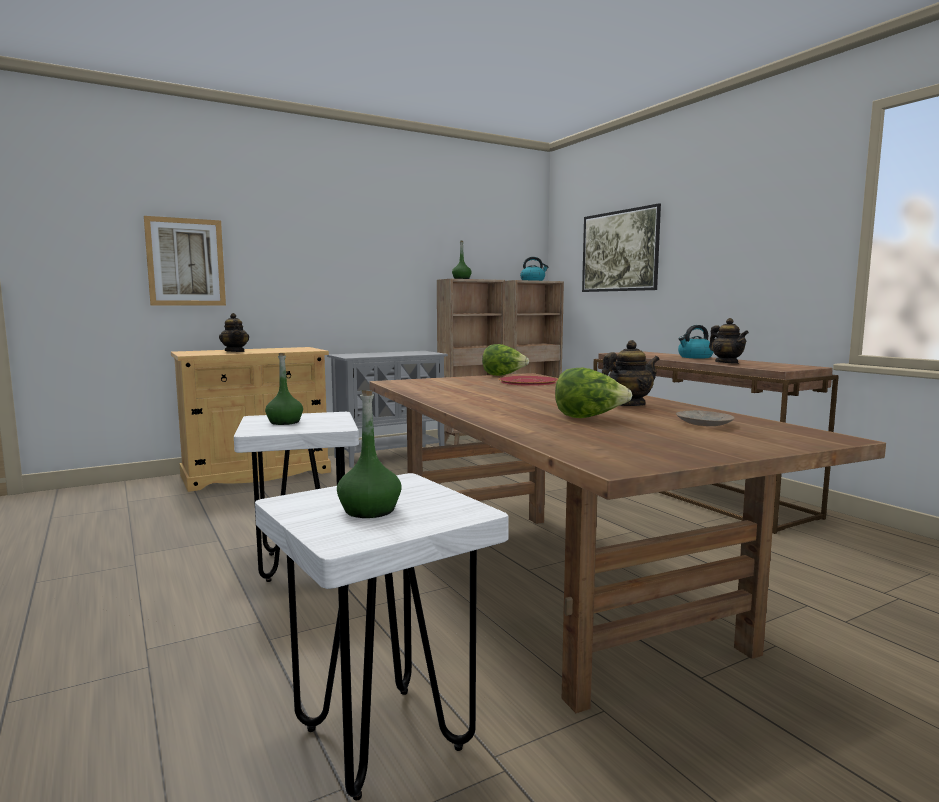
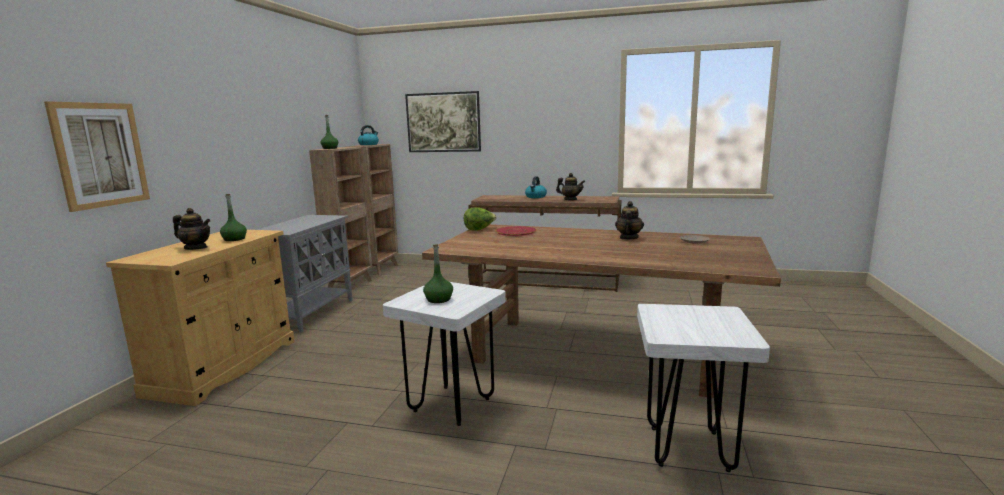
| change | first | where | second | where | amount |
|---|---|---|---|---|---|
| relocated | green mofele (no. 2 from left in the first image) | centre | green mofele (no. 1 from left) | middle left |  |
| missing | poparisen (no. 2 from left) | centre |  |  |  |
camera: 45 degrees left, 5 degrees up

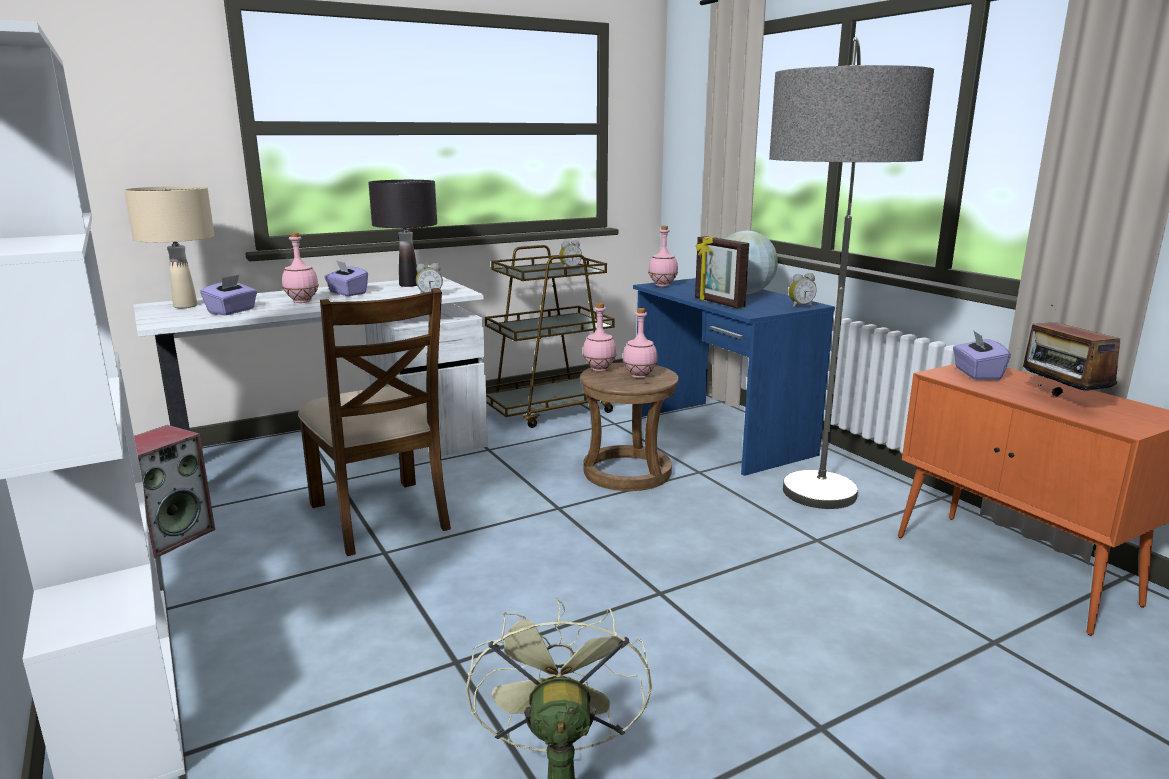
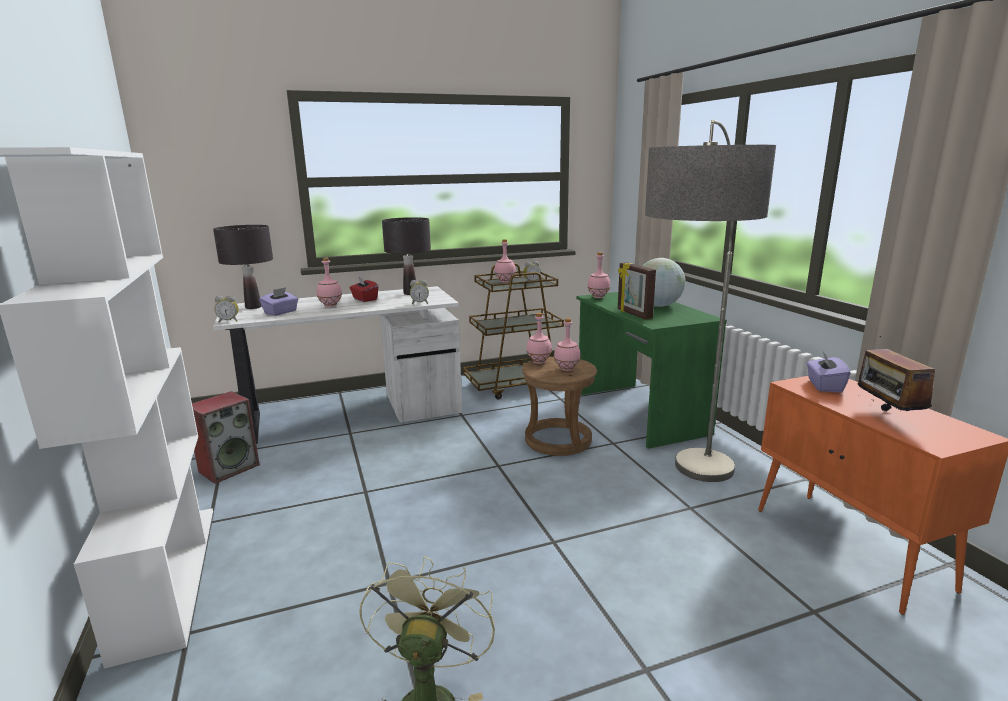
| change | first | where | second | where | amount |
|---|---|---|---|---|---|
| colour | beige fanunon | top left | black fanunon (no. 1 from left) | middle left |  |
| missing | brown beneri | middle left |  |  |  |
| colour | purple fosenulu (no. 2 from left) | middle left | red fosenulu | centre |  |
| colour | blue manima | centre | green manima | centre |  |
| relocated | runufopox (no. 3 from left in the first image) | middle right | runufopox (no. 1 from left) | middle left |  |
| appeared |  |  | pink mofele (no. 2 from left) | centre |  |
camera: 10 degrees right, 0 degrees up

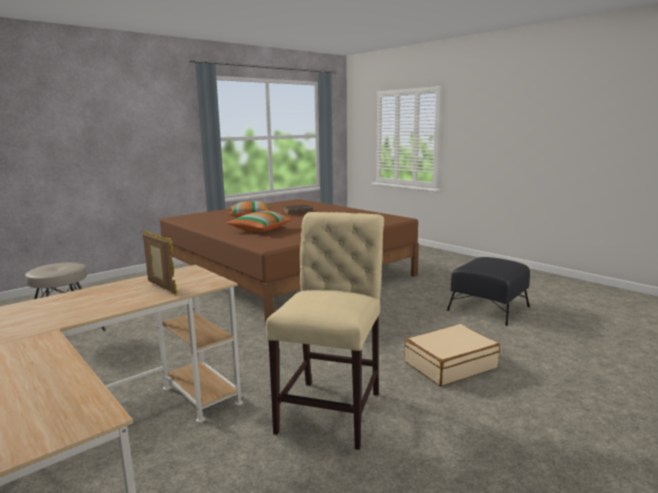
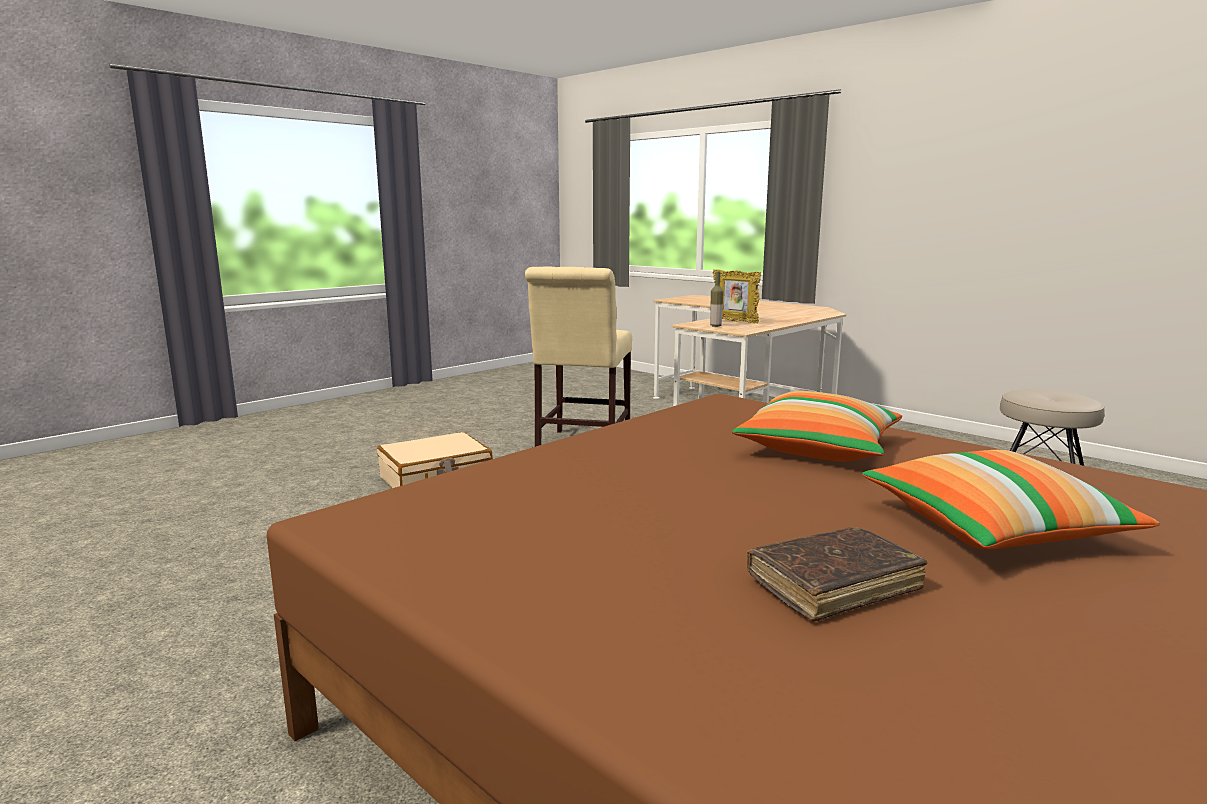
| change | first | where | second | where | amount |
|---|---|---|---|---|---|
| missing | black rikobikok | middle right |  |  |  |
| appeared |  |  | mofele | centre |  |
camera: 175 degrees right, 0 degrees up

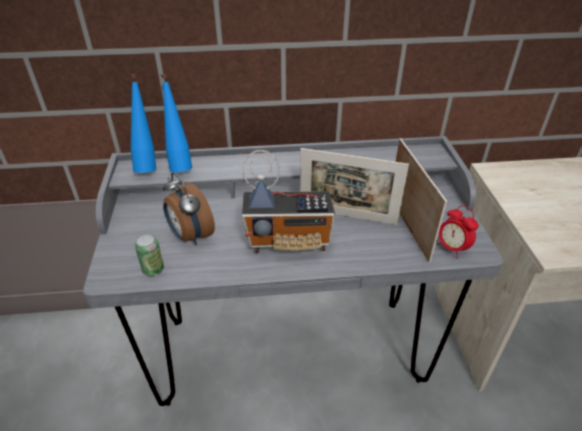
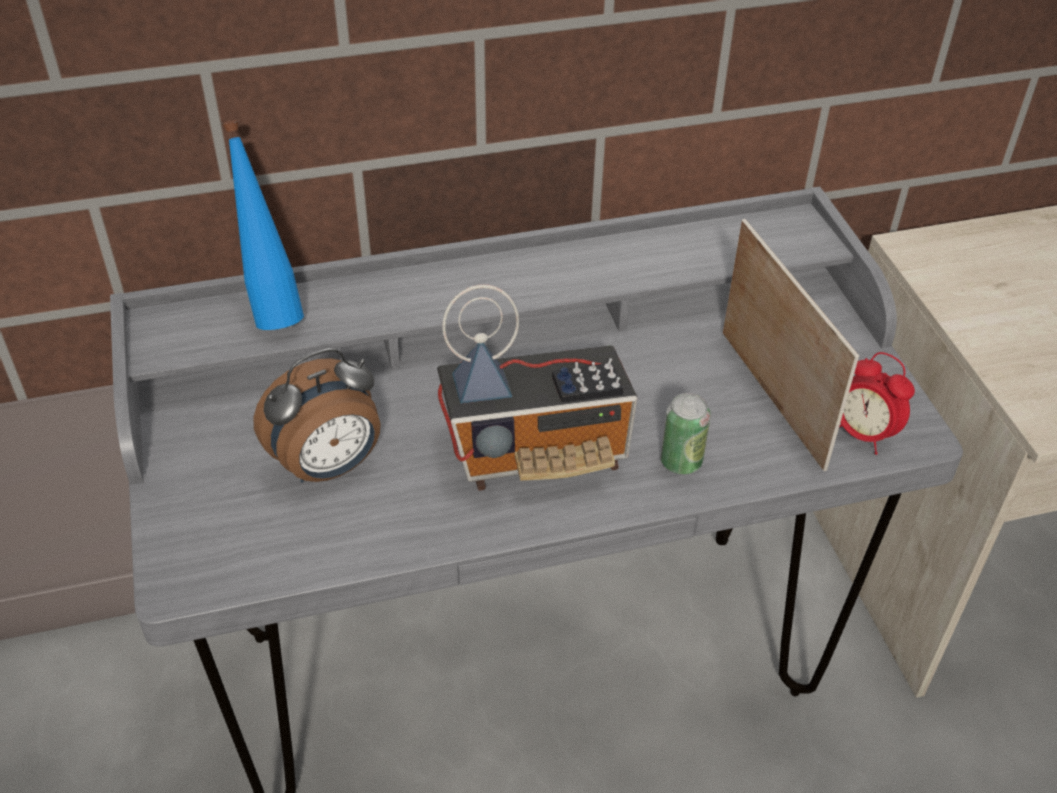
| change | first | where | second | where | amount |
|---|---|---|---|---|---|
| missing | blue mofele (no. 1 from left) | top left |  |  |  |
| relocated | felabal | middle left |  | centre |  |
| spun | runufopox (no. 1 from left) | middle left |  | middle left | 75 degrees counterclockwise |
| missing | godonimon (no. 1 from left) | centre |  |  |  |
camera: 10 degrees left, 5 degrees up

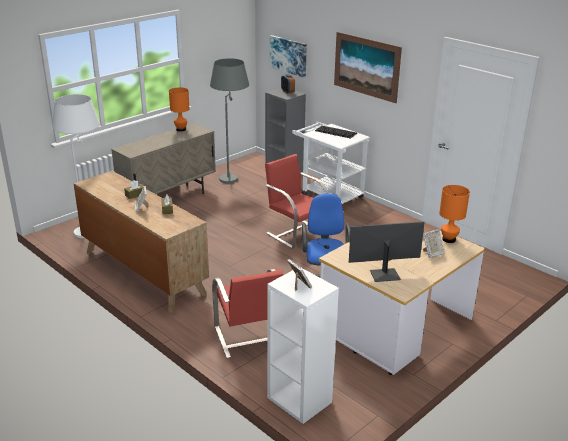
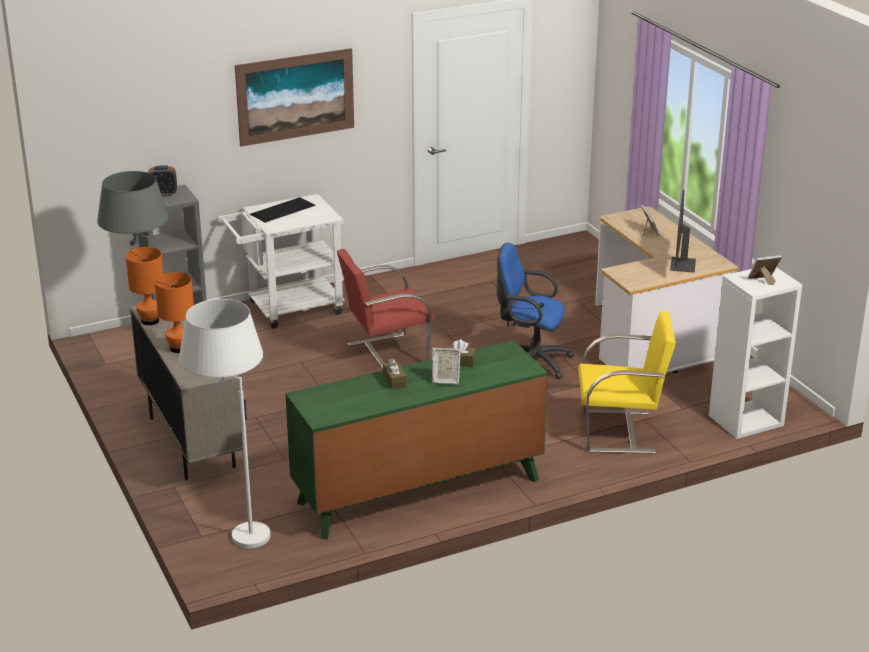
| change | first | where | second | where | amount |
|---|---|---|---|---|---|
| colour | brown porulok | middle left | green porulok | bottom centre |  |
| colour | red beneri (no. 1 from left) | bottom centre | yellow beneri | middle right |  |
| missing | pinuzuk (no. 1 from left) | top centre |  |  |  |
| relocated | orange fanunon (no. 2 from left) | middle right |  | middle left |  |
camera: 70 degrees left, 0 degrees up

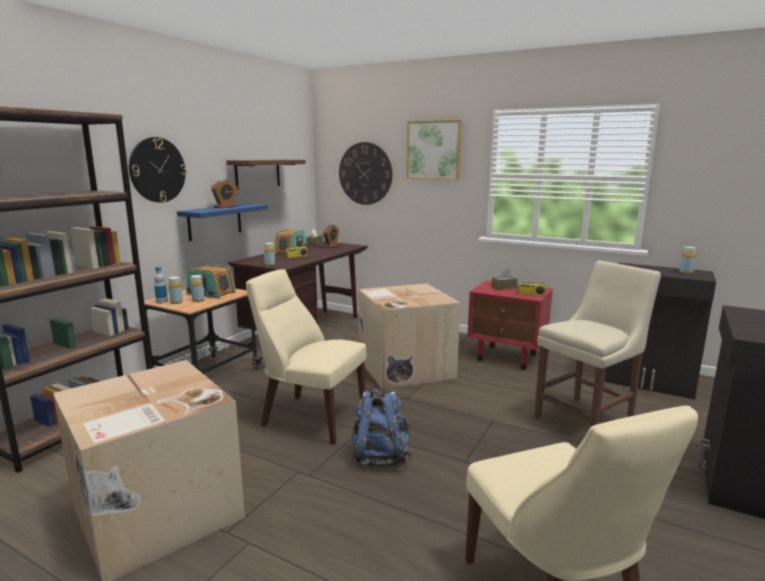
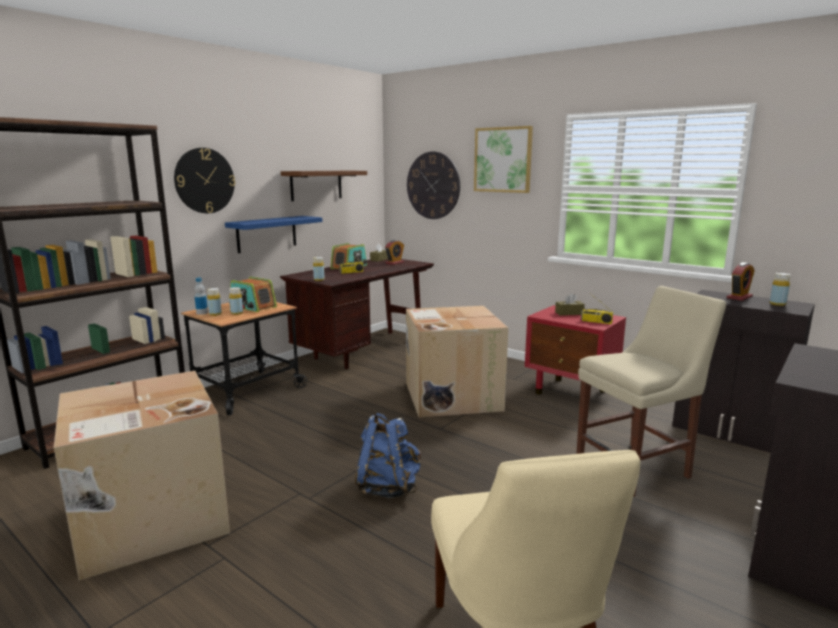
| change | first | where | second | where | amount |
|---|---|---|---|---|---|
| relocated | runufopox (no. 1 from left in the first image) | middle left | runufopox (no. 2 from left) | middle right |  |
| missing | beige beneri (no. 1 from left) | centre |  |  |  |
camera: 10 degrees right, 0 degrees up

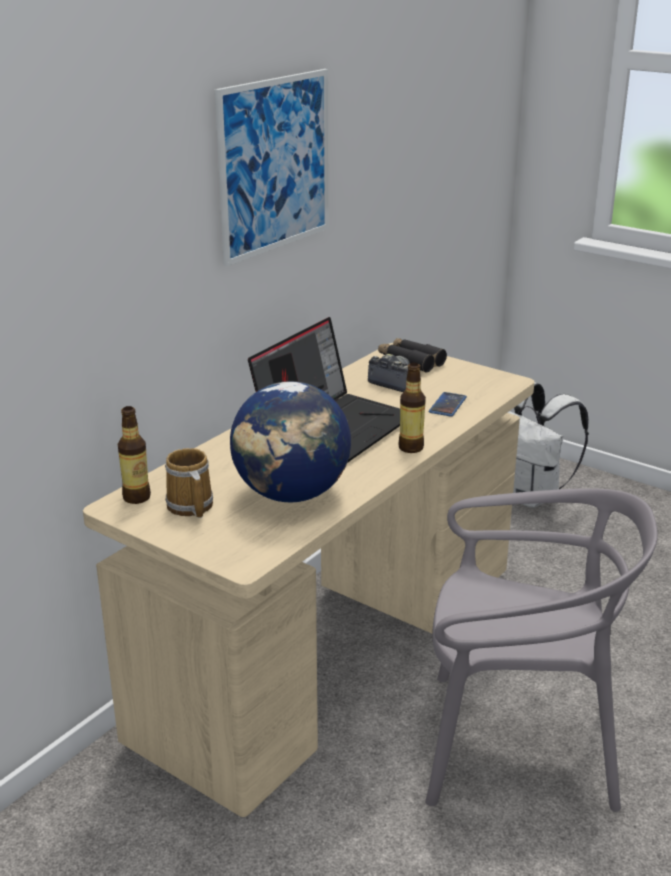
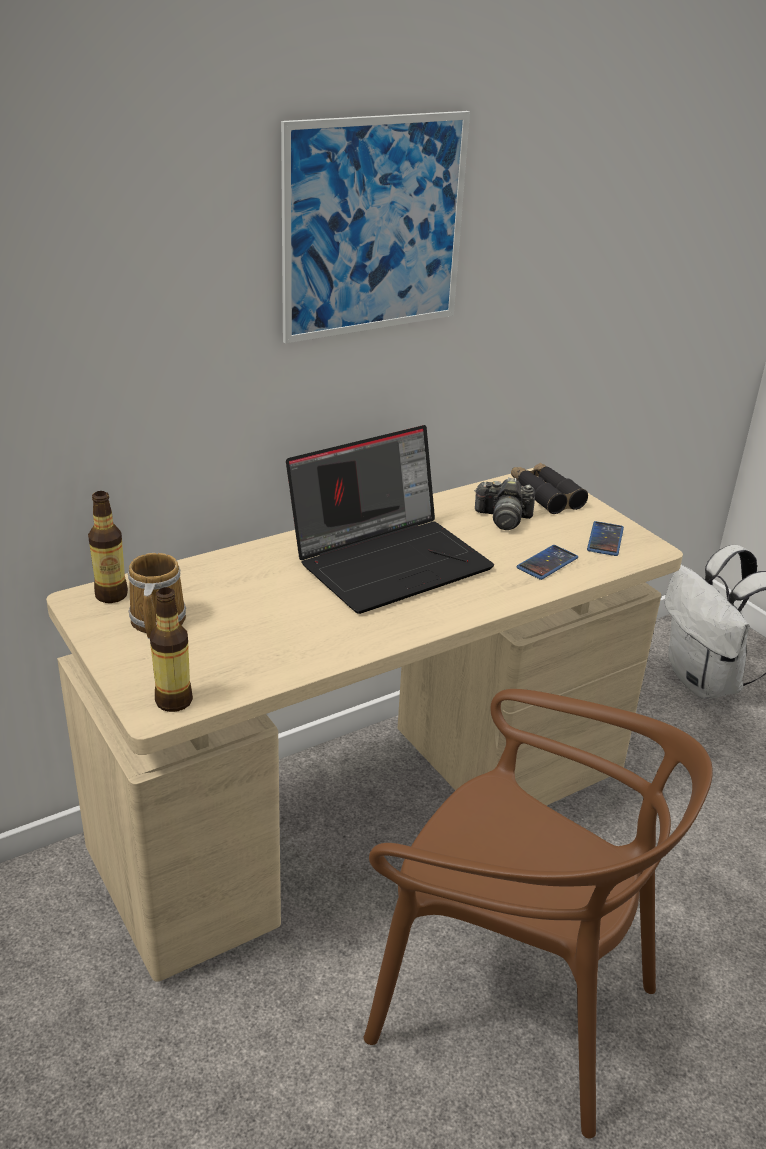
| change | first | where | second | where | amount |
|---|---|---|---|---|---|
| missing | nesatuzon | centre |  |  |  |
| spun | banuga | centre |  | centre | 135 degrees clockwise |
| relocated | mofele (no. 2 from left) | centre |  | middle left |  |
| colour | grey beneri | bottom right | brown beneri | bottom right |  |
| appeared |  |  | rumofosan (no. 2 from left) | middle right |  |
camera: 20 degrees right, 5 degrees up

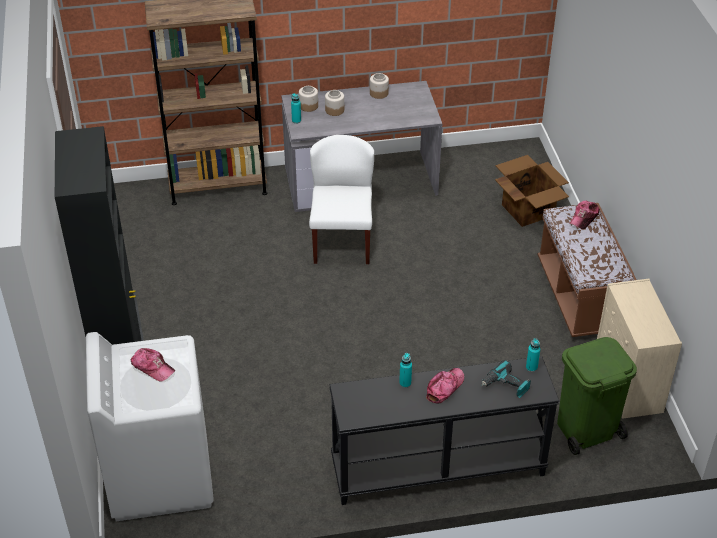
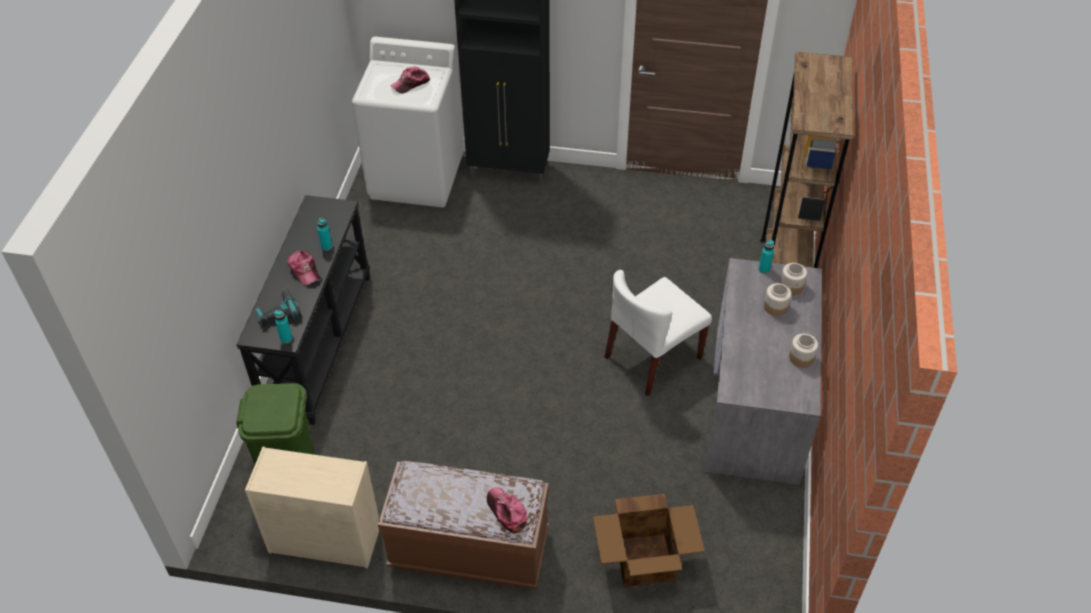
| change | first | where | second | where | amount |
|---|---|---|---|---|---|
| spun | white beneri | centre |  | centre | 120 degrees clockwise |
camera: 110 degrees right, 5 degrees up

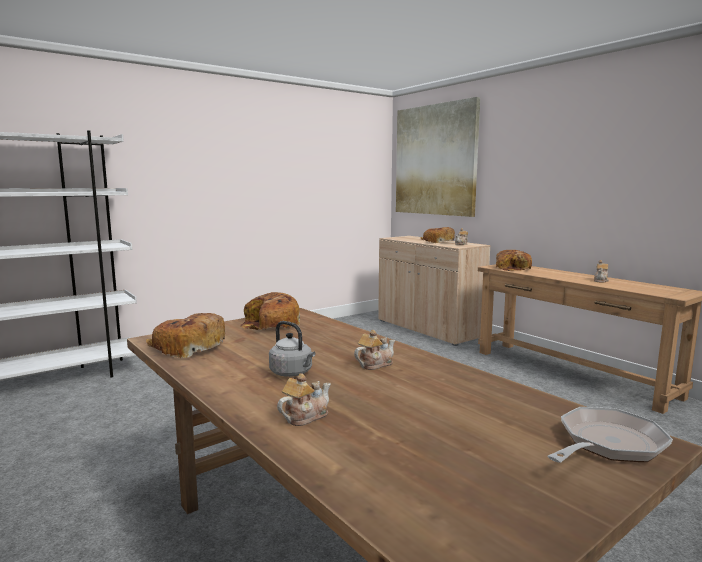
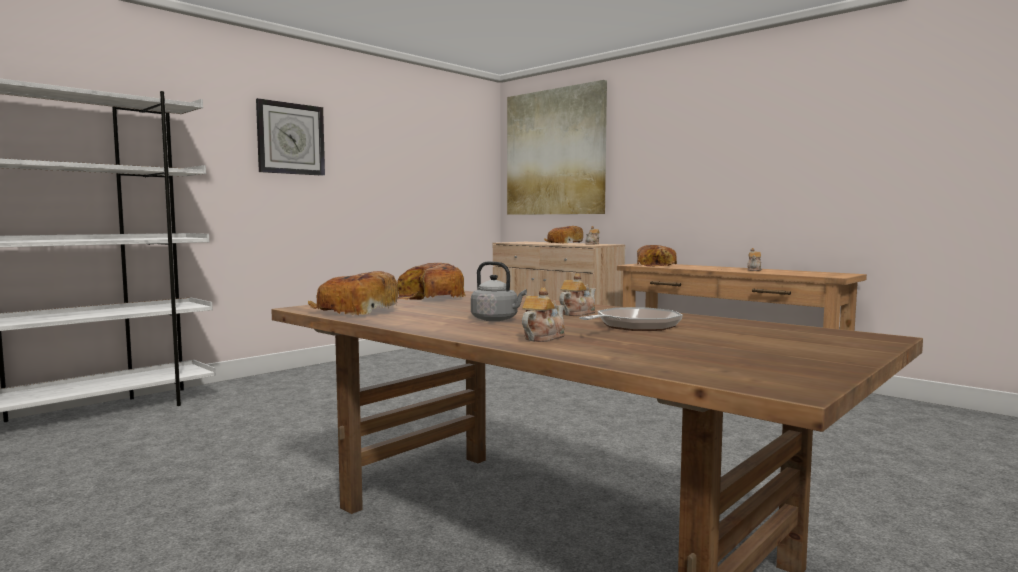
| change | first | where | second | where | amount |
|---|---|---|---|---|---|
| relocated | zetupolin | bottom right |  | centre |  |
| appeared |  |  | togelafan | top left |  |
camera: 10 degrees left, 5 degrees down

